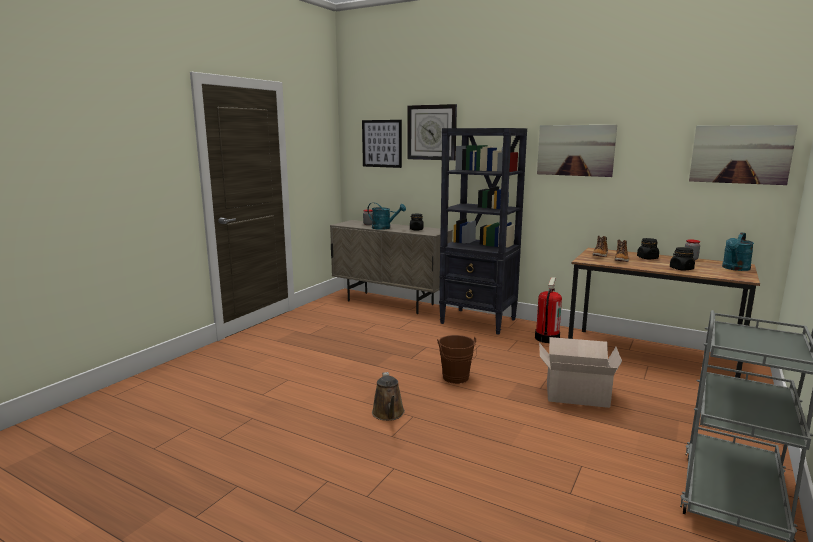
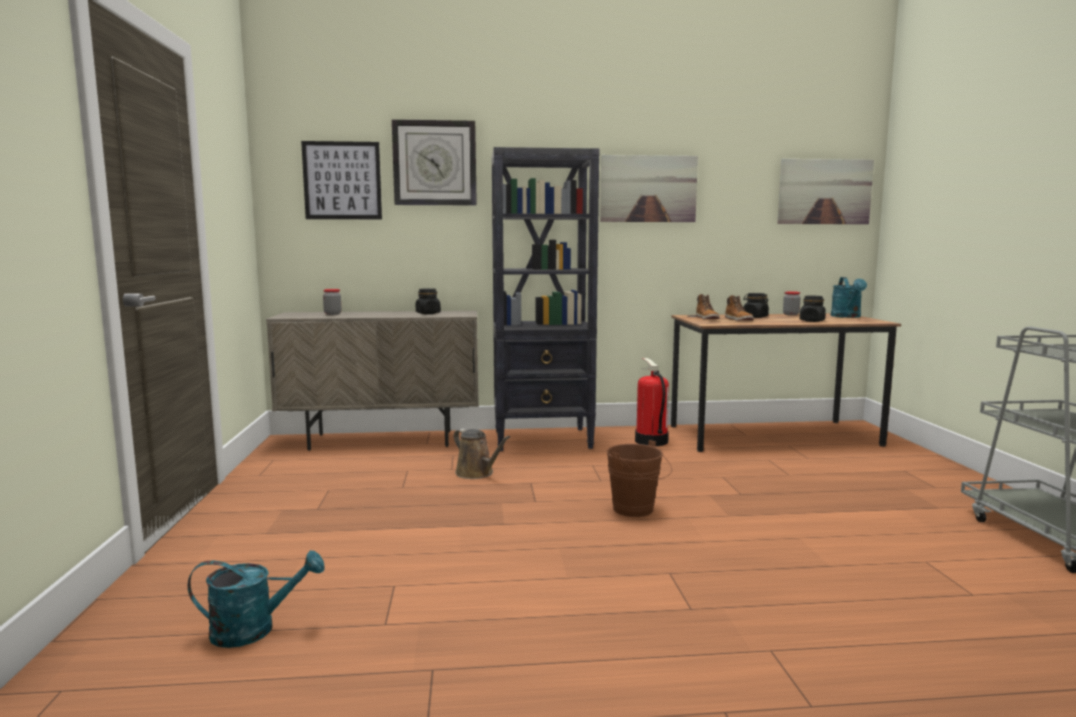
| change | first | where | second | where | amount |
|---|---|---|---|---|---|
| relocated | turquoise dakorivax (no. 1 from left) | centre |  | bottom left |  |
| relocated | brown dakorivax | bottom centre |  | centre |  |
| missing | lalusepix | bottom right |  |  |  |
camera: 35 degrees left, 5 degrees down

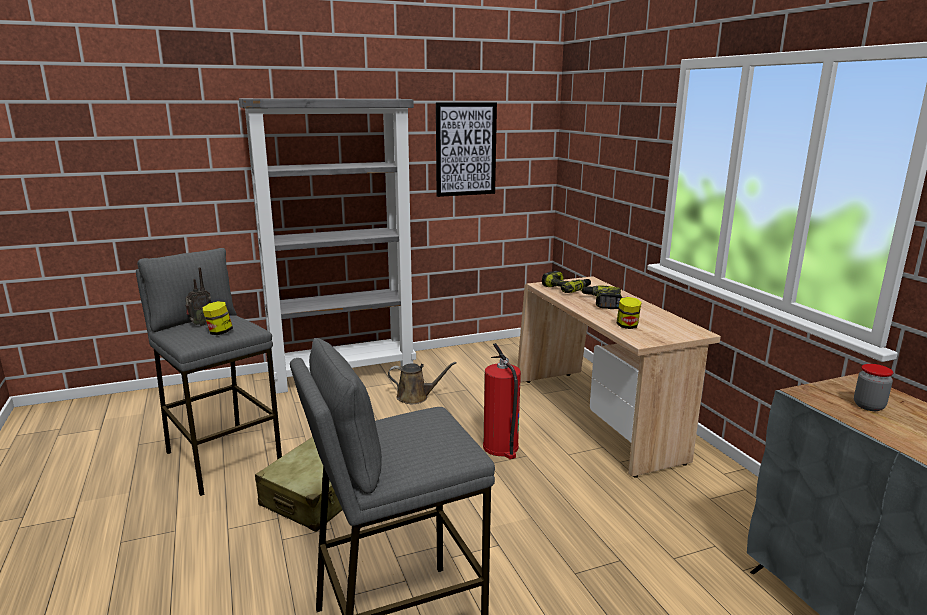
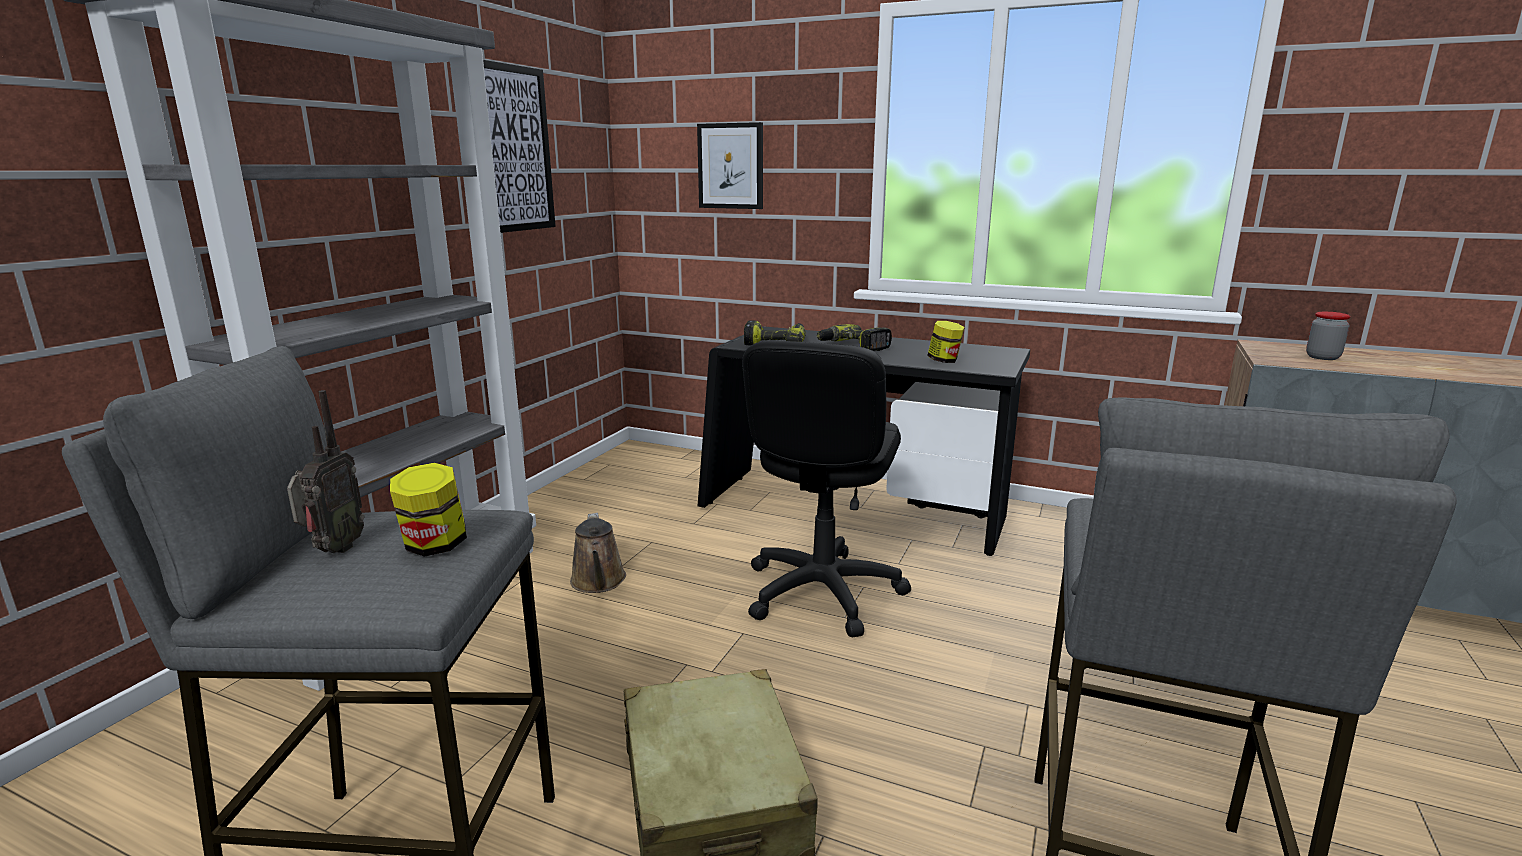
| change | first | where | second | where | amount |
|---|---|---|---|---|---|
| spun | brown dakorivax | centre |  | centre | 120 degrees clockwise |
| exchanged | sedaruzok | centre | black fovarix | centre |  |
| colour | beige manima | middle right | black manima | centre |  |
| appeared |  |  | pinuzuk (no. 2 from left) | top centre |  |
camera: 45 degrees left, 0 degrees up

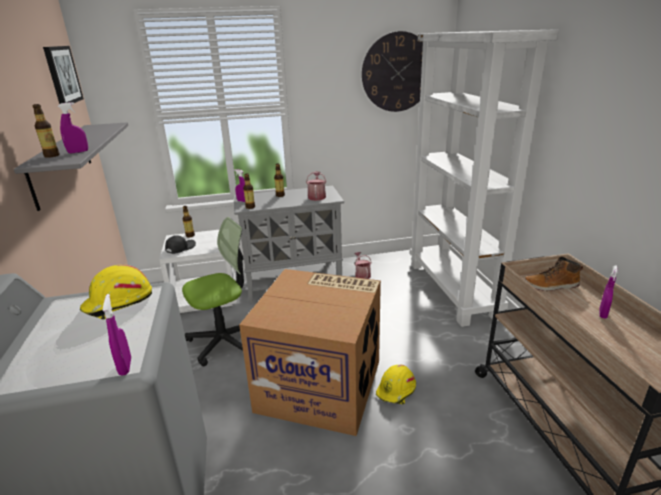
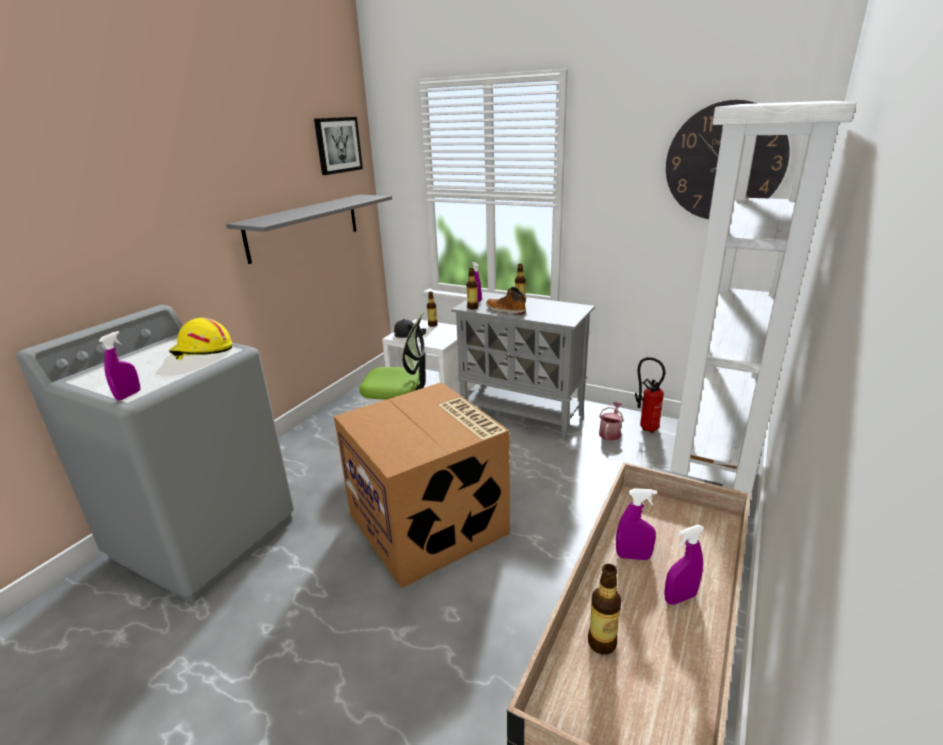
| change | first | where | second | where | amount |
|---|---|---|---|---|---|
| relocated | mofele (no. 1 from left in the first image) | top left | mofele (no. 4 from left) | bottom centre |  |
| relocated | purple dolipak (no. 1 from left in the first image) | top left | purple dolipak (no. 3 from left) | bottom right |  |
| missing | dakorivax (no. 1 from left) | centre |  |  |  |
| missing | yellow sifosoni (no. 2 from left) | bottom centre |  |  |  |
| relocated | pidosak | middle right |  | centre |  |
| appeared |  |  | sedaruzok | middle right |  |
camera: 40 degrees right, 0 degrees up

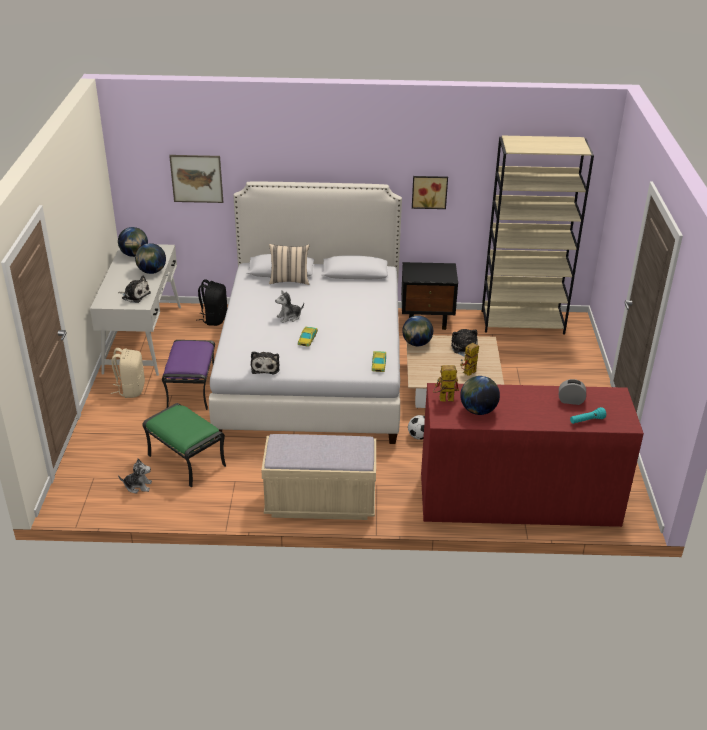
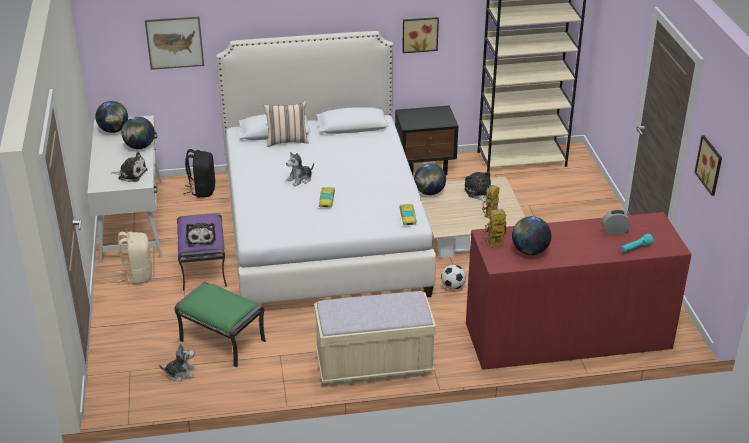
| change | first | where | second | where | amount |
|---|---|---|---|---|---|
| relocated | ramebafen (no. 3 from left) | centre |  | middle left |  |
| appeared |  |  | pinuzuk (no. 3 from left) | middle right |  |
camera: 10 degrees left, 0 degrees up

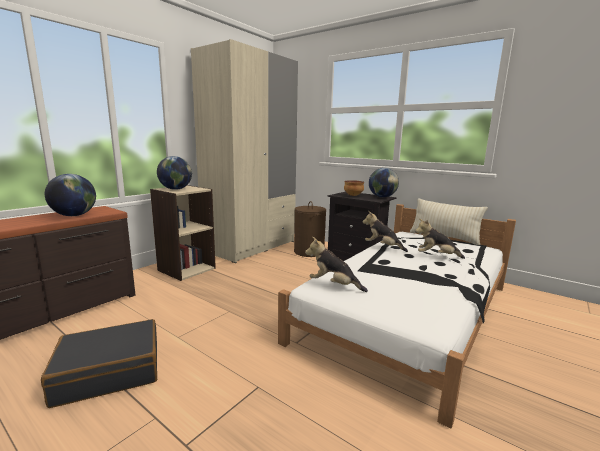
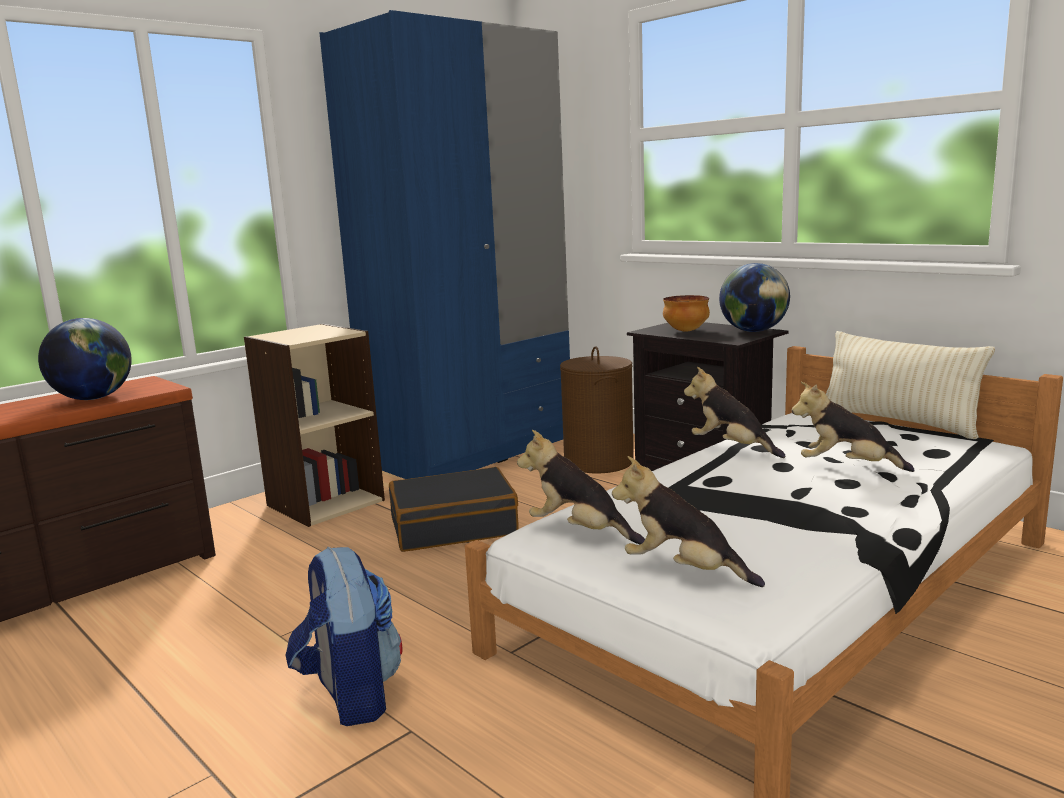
| change | first | where | second | where | amount |
|---|---|---|---|---|---|
| relocated | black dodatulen | bottom left |  | centre |  |
| missing | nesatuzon (no. 2 from left) | middle left |  |  |  |
| colour | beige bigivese | centre | blue bigivese | top centre |  |
| appeared |  |  | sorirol | bottom left |  |
| appeared |  |  | ramebafen (no. 2 from left) | centre |  |
camera: 10 degrees right, 0 degrees up

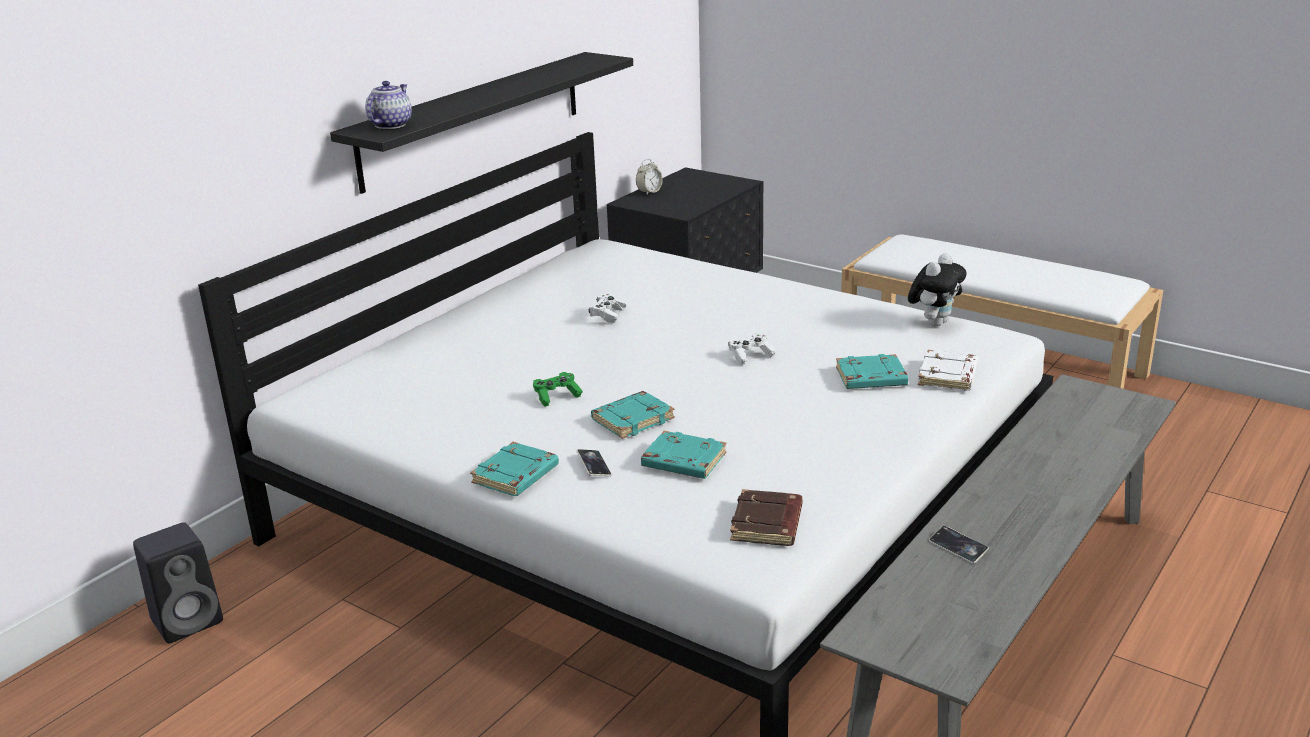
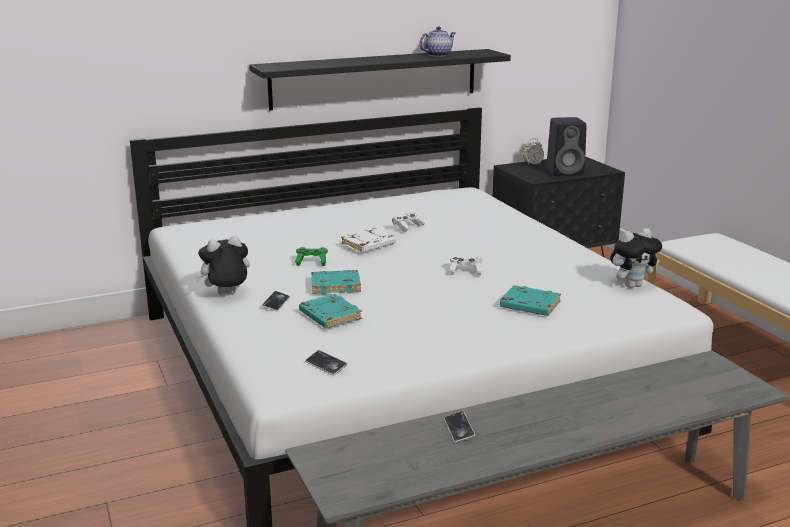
| change | first | where | second | where | amount |
|---|---|---|---|---|---|
| relocated | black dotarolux | bottom left |  | top right |  |
| relocated | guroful | top left |  | top centre |  |
| exchanged | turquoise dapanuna (no. 1 from left) | centre | ramebafen (no. 1 from left) | middle left |  |
| exchanged | brown dapanuna | bottom centre | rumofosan (no. 2 from left) | bottom centre |  |
| relocated | white dapanuna | middle right |  | centre |  |
camera: 30 degrees right, 5 degrees down

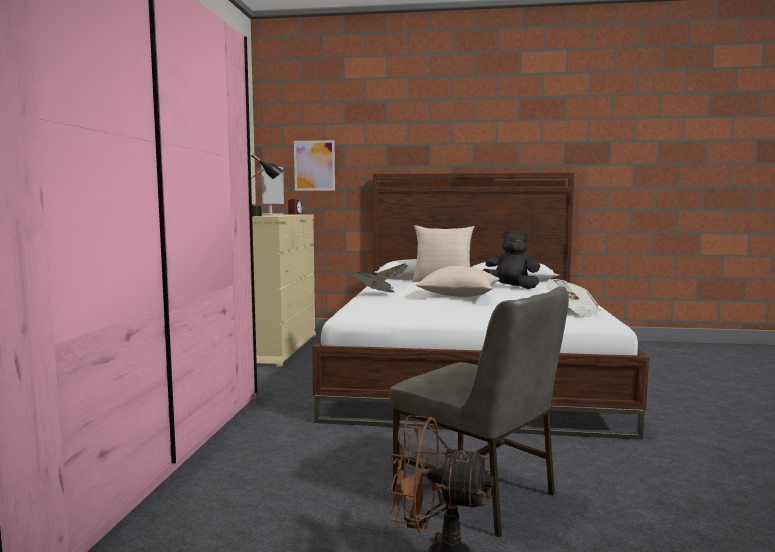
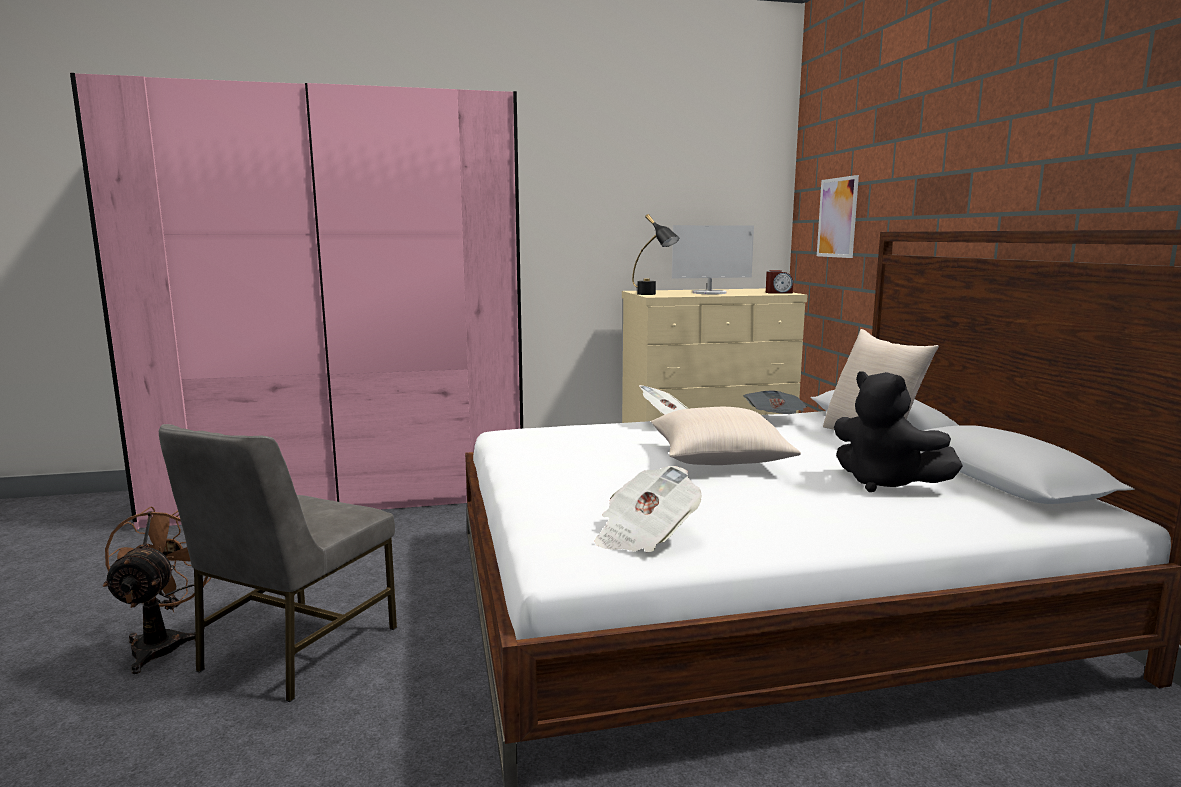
| change | first | where | second | where | amount |
|---|---|---|---|---|---|
| spun | black ramebafen | centre |  | middle right | 135 degrees clockwise |
camera: 70 degrees right, 5 degrees up

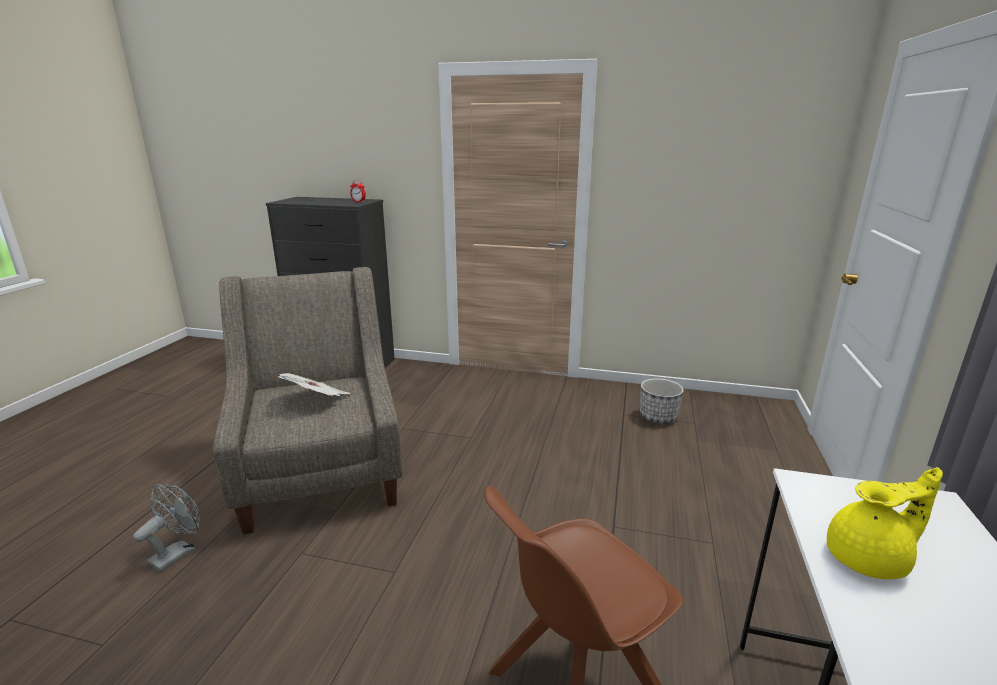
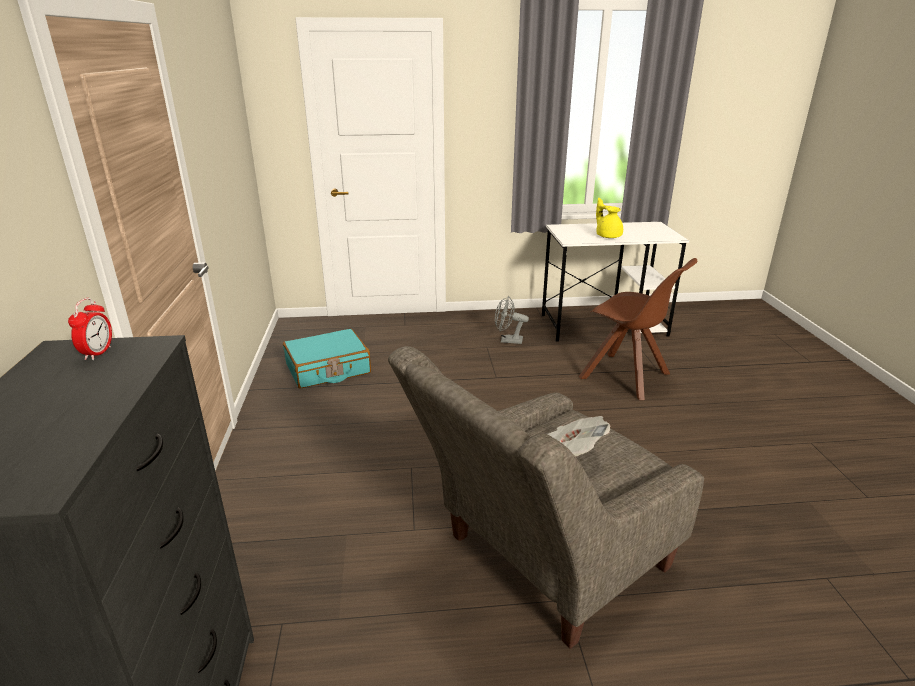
| change | first | where | second | where | amount |
|---|---|---|---|---|---|
| relocated | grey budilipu | bottom left |  | centre |  |
| exchanged | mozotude | centre | turquoise dodatulen | centre |  |
camera: 110 degrees left, 5 degrees up

